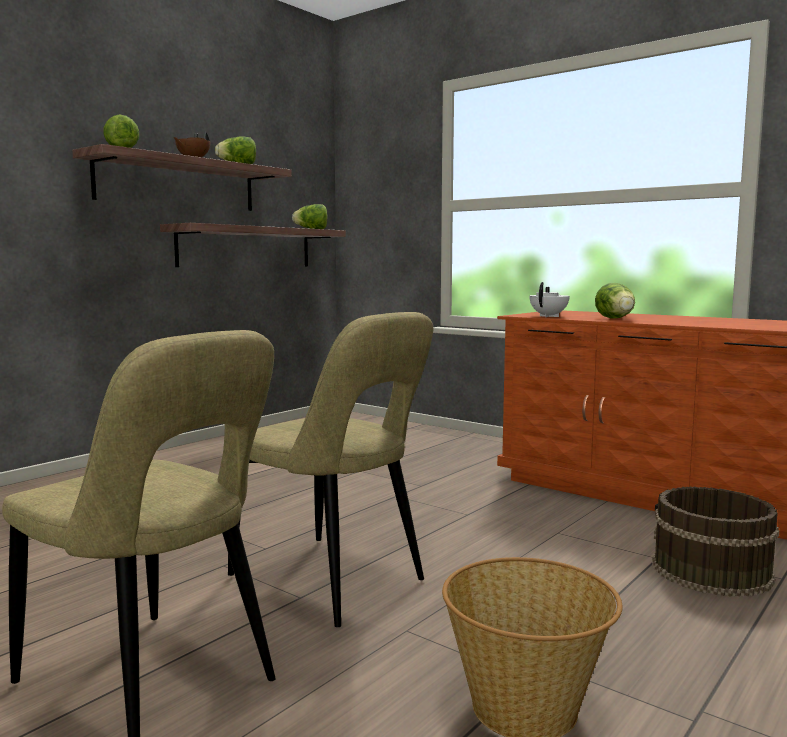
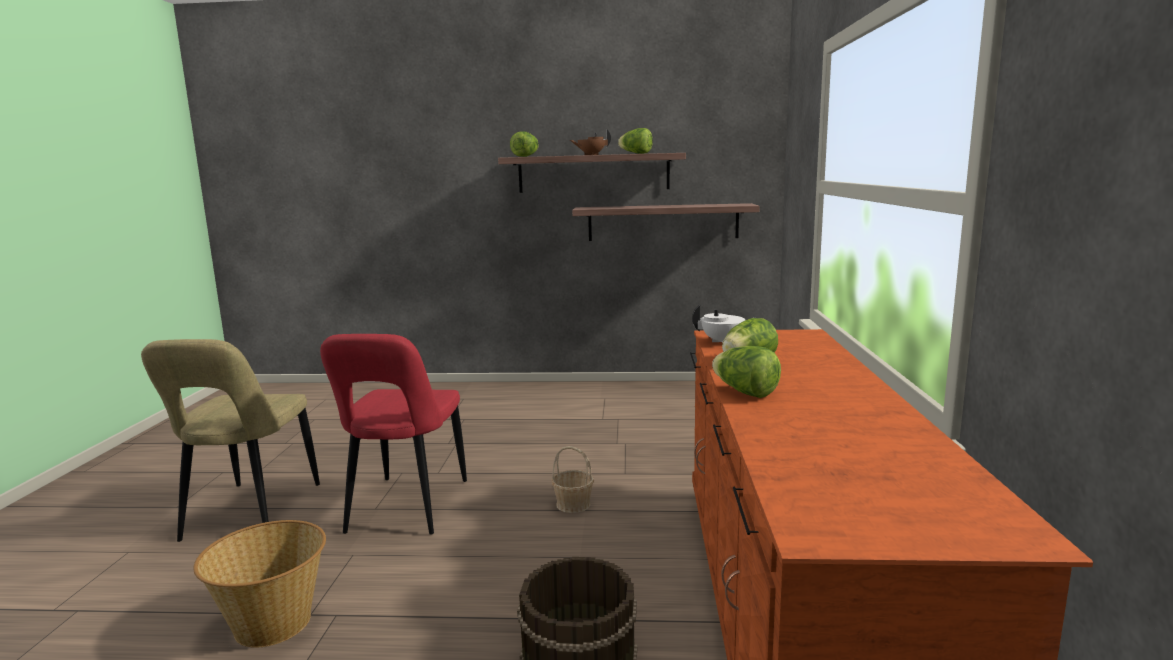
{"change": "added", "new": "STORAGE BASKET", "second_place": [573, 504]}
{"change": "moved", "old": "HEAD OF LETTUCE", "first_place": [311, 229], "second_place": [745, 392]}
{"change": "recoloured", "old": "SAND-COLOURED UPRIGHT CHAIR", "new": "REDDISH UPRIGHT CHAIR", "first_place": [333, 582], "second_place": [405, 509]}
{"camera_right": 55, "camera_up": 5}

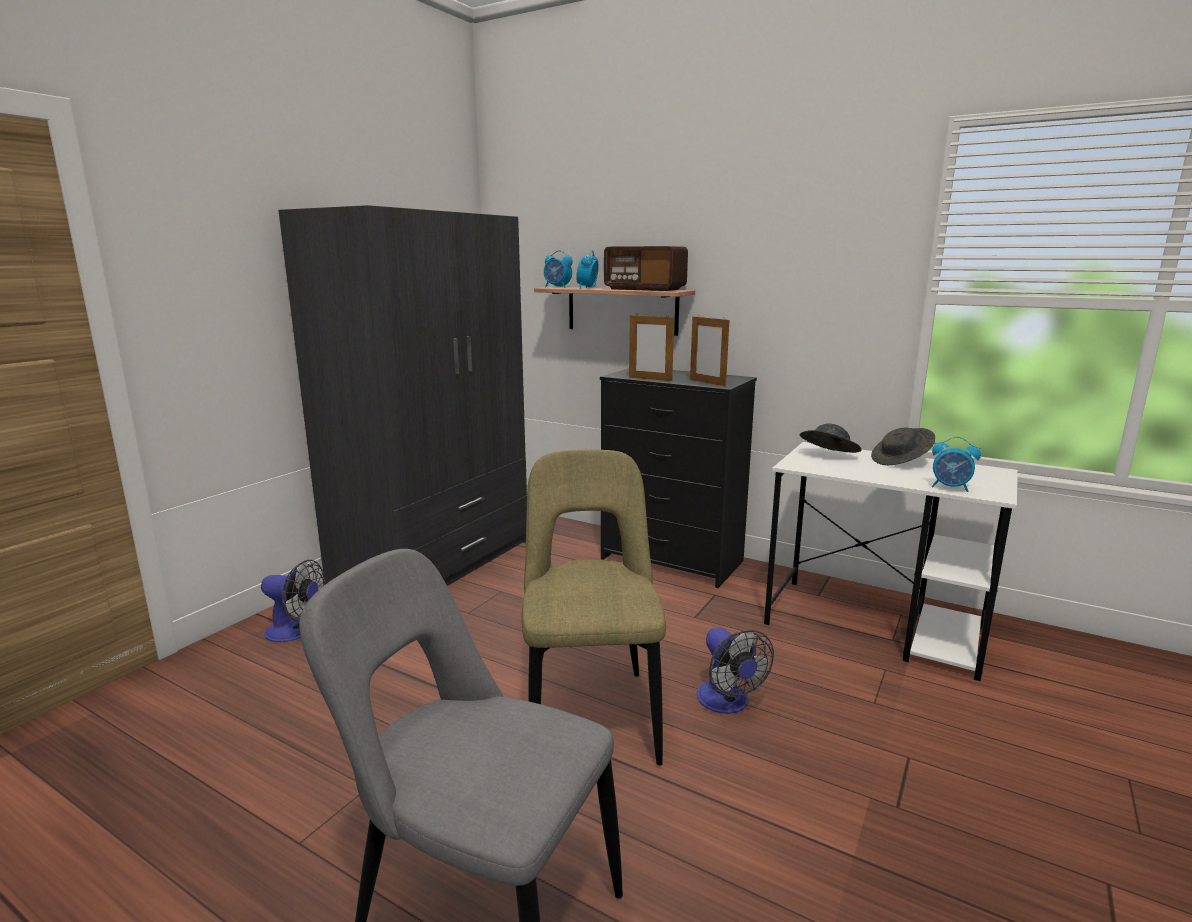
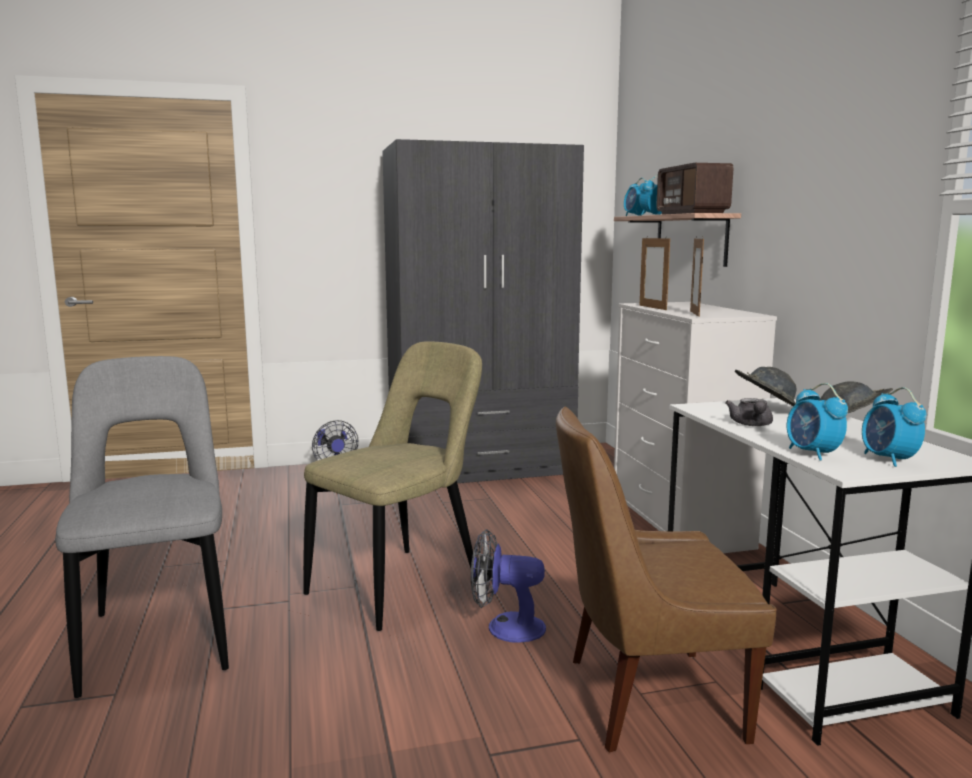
{"change": "added", "new": "BROWN-COLOURED UPRIGHT CHAIR", "second_place": [646, 698]}
{"change": "added", "new": "GREYISH TEA POT", "second_place": [751, 425]}
{"change": "added", "new": "BEDSIDE CLOCK", "second_place": [888, 460]}
{"change": "recoloured", "old": "BLACKISH CHEST OF DRAWERS", "new": "WHITE CHEST OF DRAWERS", "first_place": [673, 560], "second_place": [680, 525]}
{"change": "turned", "old": "FAN", "first_place": [727, 703], "second_place": [505, 627], "degrees": 75}
{"camera_right": 45, "camera_up": -5}

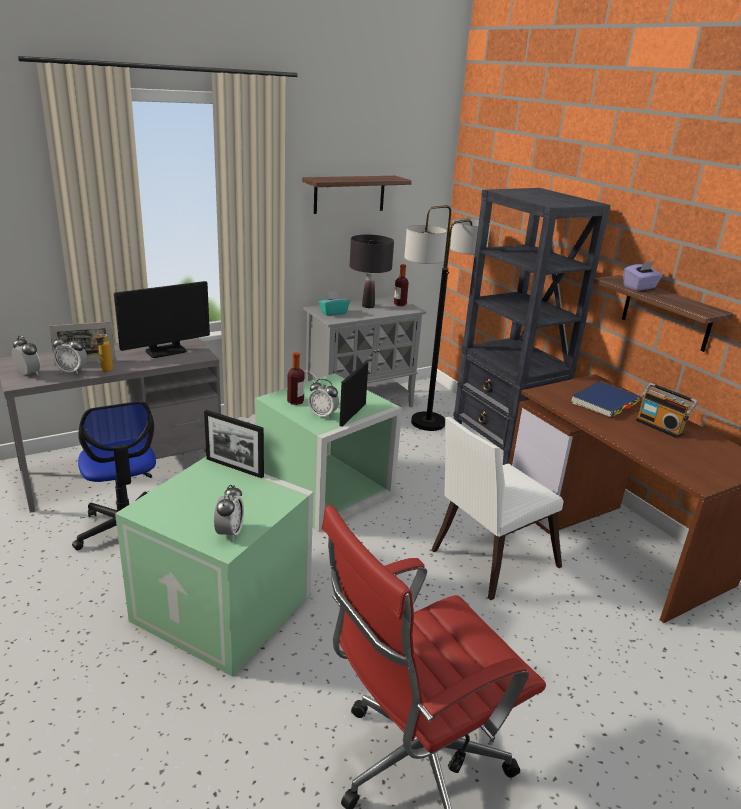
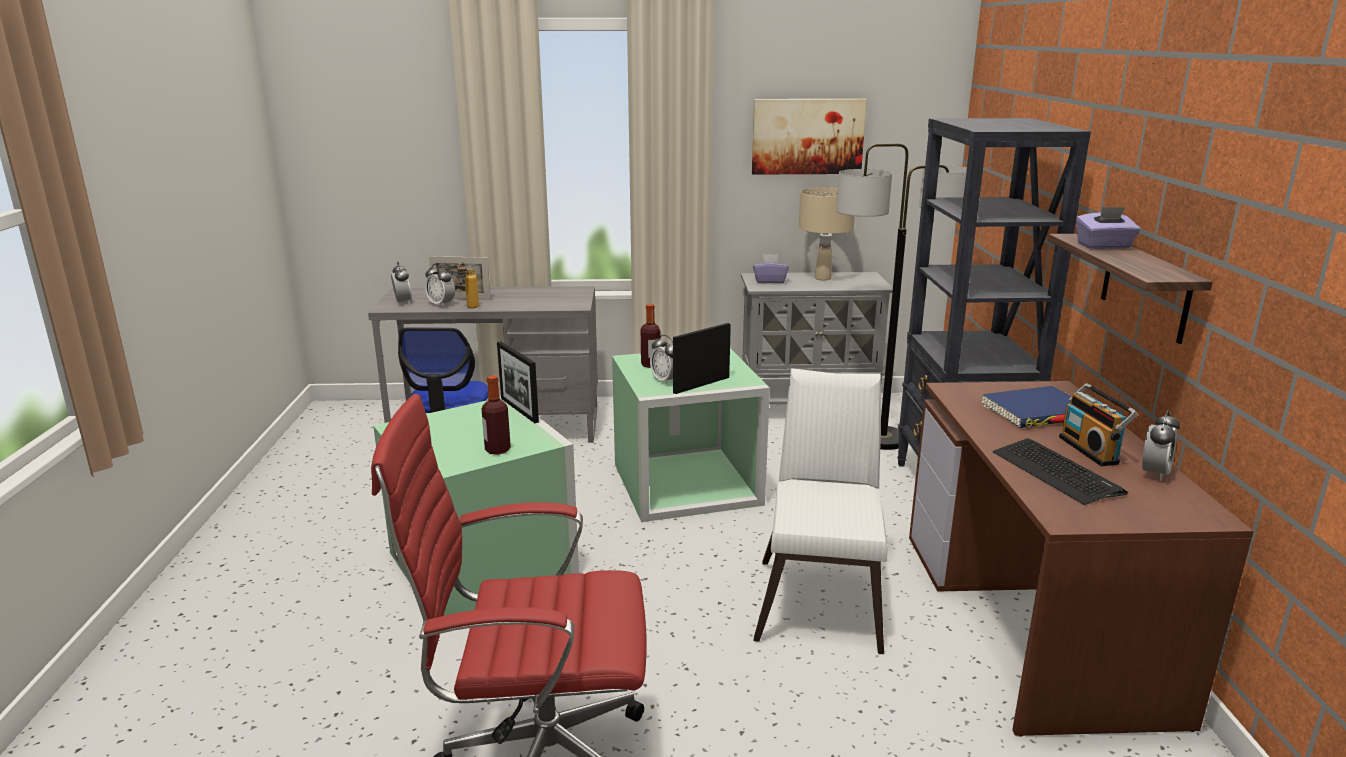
{"change": "removed", "old": "MONITOR", "first_place": [166, 351]}
{"change": "added", "new": "KEYBOARD", "second_place": [1056, 472]}
{"change": "moved", "old": "BEDSIDE CLOCK", "first_place": [229, 533], "second_place": [1154, 473]}
{"change": "moved", "old": "BOTTLE", "first_place": [400, 304], "second_place": [497, 450]}
{"change": "replaced", "old": "SHELF", "new": "WALL ART", "first_place": [349, 194], "second_place": [807, 136]}
{"change": "recoloured", "old": "BLUE-GREEN TISSUE HOLDER", "new": "PURPLISH TISSUE HOLDER", "first_place": [333, 313], "second_place": [769, 281]}
{"change": "recoloured", "old": "BLACKISH TABLETOP LAMP", "new": "SAND-COLOURED TABLETOP LAMP", "first_place": [368, 306], "second_place": [822, 278]}
{"change": "turned", "old": "WHITE UPRIGHT CHAIR", "first_place": [488, 560], "second_place": [821, 598], "degrees": 105}
{"camera_right": 30, "camera_up": -5}

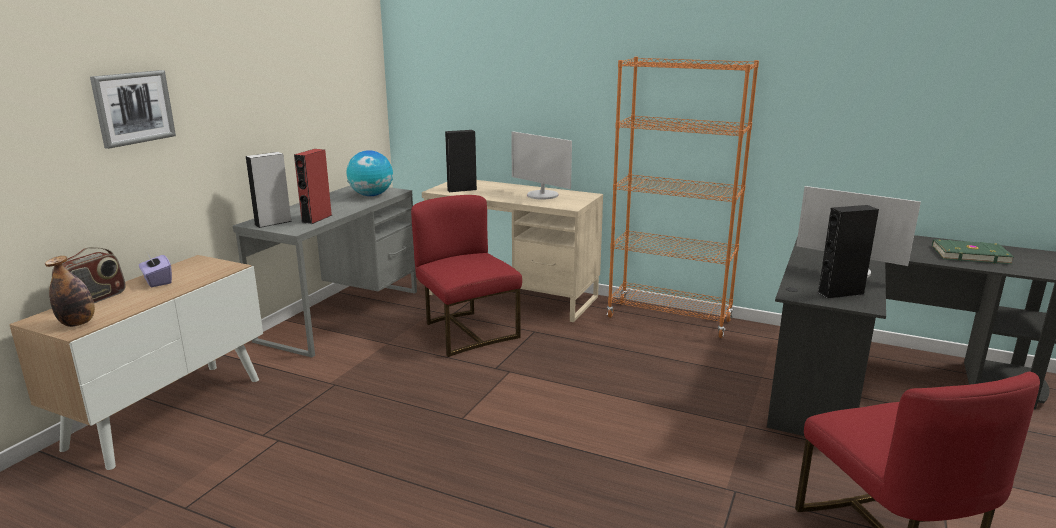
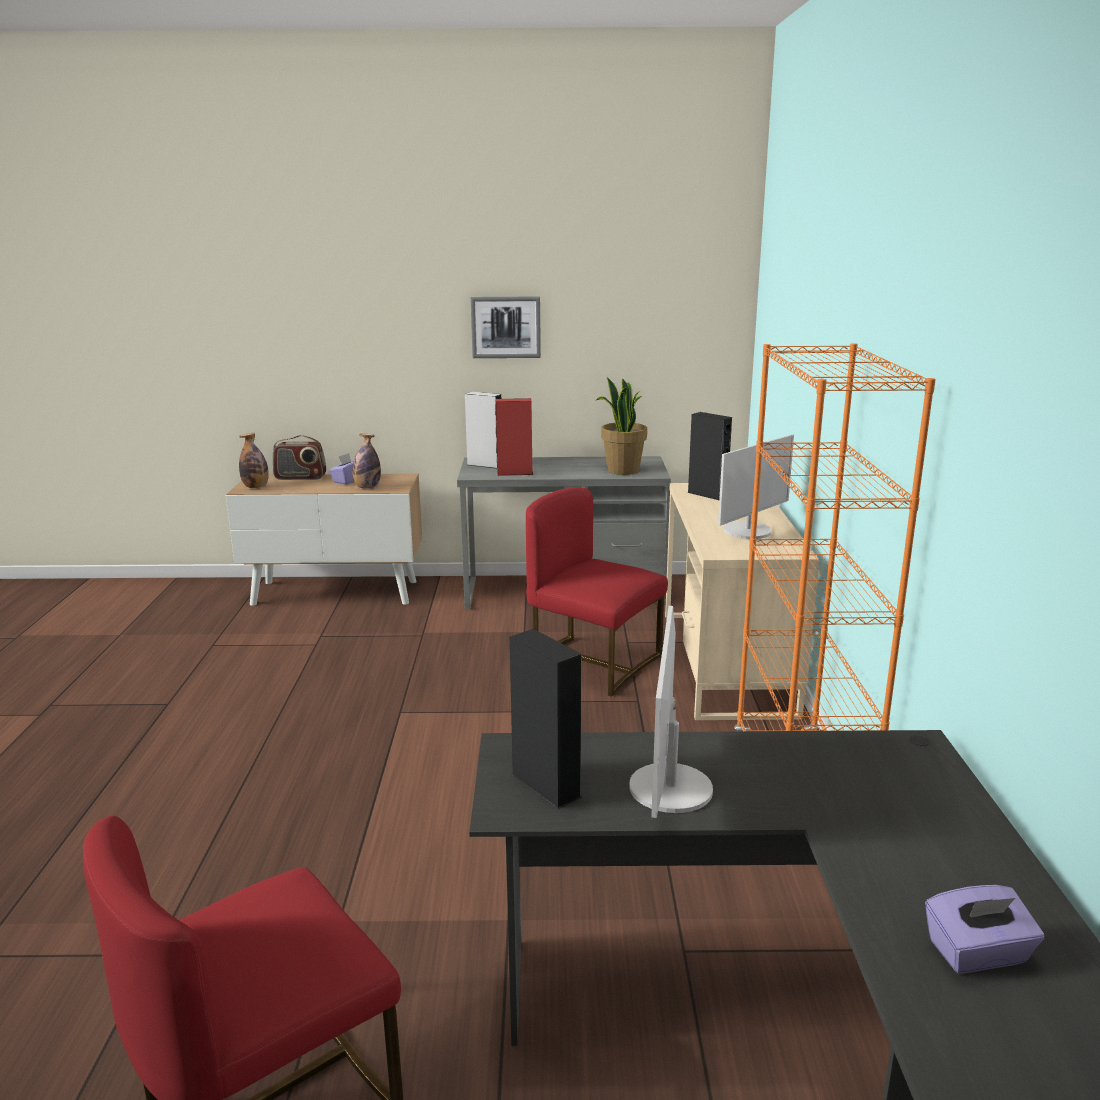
{"change": "added", "new": "BOTTLE", "second_place": [367, 487]}
{"change": "moved", "old": "WALL ART", "first_place": [133, 108], "second_place": [506, 327]}
{"change": "replaced", "old": "DESK GLOBE", "new": "HOUSEPLANT", "first_place": [371, 195], "second_place": [622, 470]}
{"change": "replaced", "old": "GREEN-COLOURED BOOK", "new": "PURPLISH TISSUE HOLDER", "first_place": [969, 254], "second_place": [978, 953]}
{"change": "turned", "old": "REDDISH UPRIGHT CHAIR", "first_place": [467, 331], "second_place": [593, 662], "degrees": -90}
{"change": "turned", "old": "MONITOR", "first_place": [542, 195], "second_place": [748, 531], "degrees": -150}
{"camera_right": 65, "camera_up": 0}

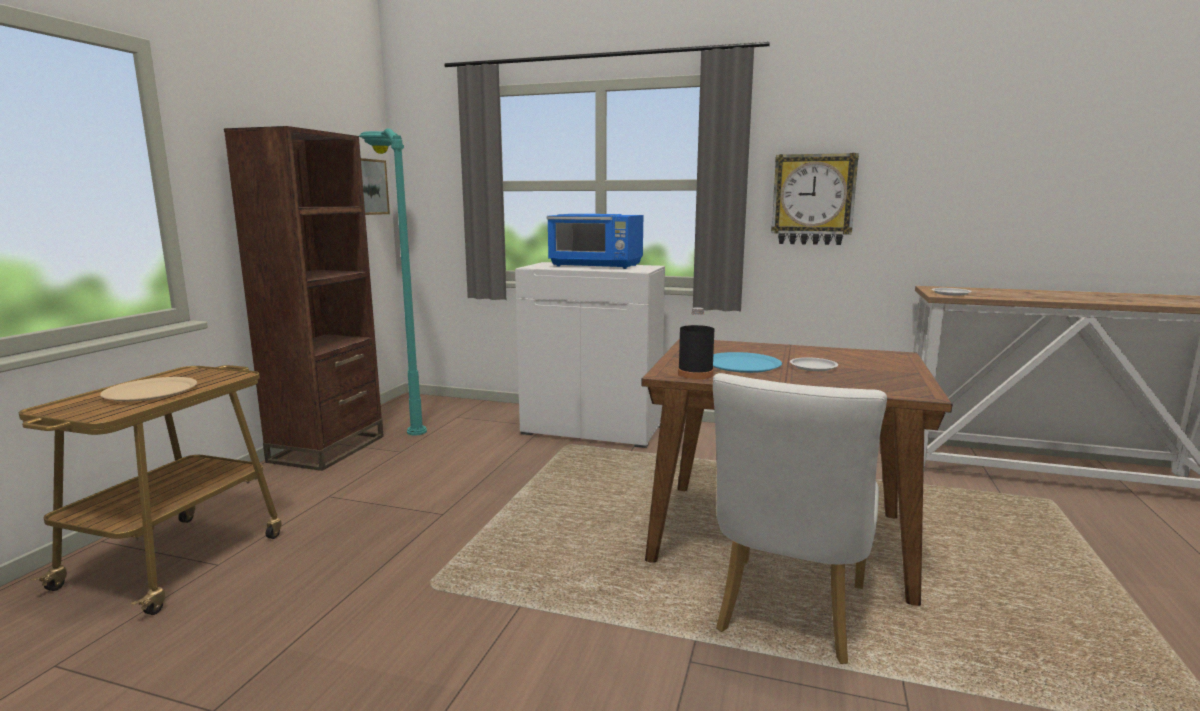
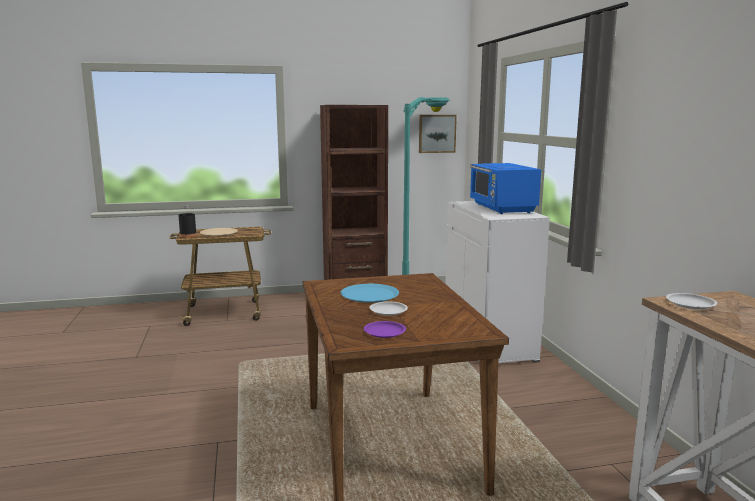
{"change": "removed", "old": "WHITE UPRIGHT CHAIR", "first_place": [787, 615]}
{"change": "removed", "old": "CLOCK ON THE WALL", "first_place": [813, 199]}
{"change": "added", "new": "PURPLISH FLAT DISH", "second_place": [384, 332]}
{"change": "moved", "old": "BLACKISH BOTTLE", "first_place": [695, 374], "second_place": [188, 236]}
{"camera_right": 60, "camera_up": 0}

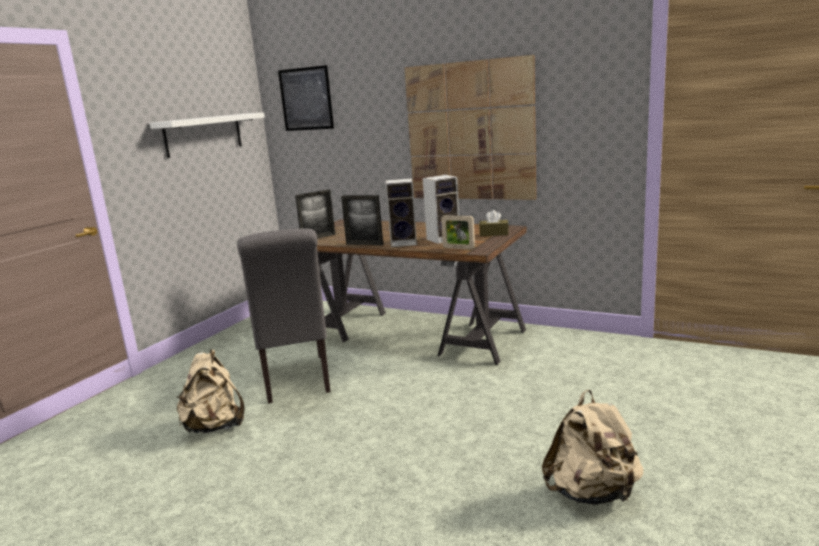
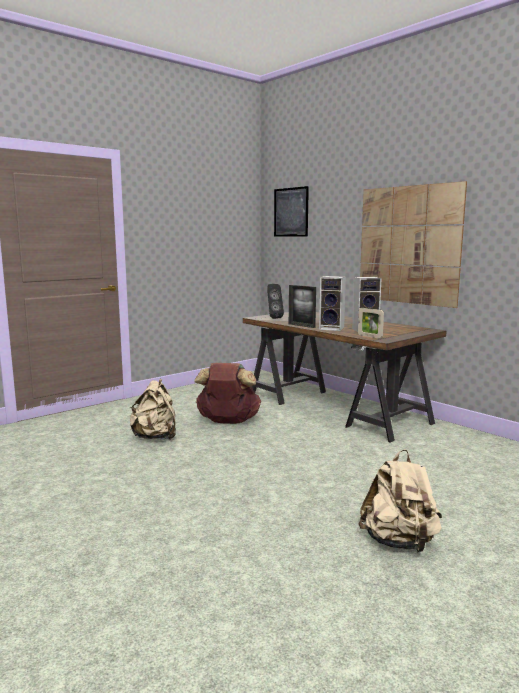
{"change": "removed", "old": "WHITE SHELF", "first_place": [203, 134]}
{"change": "removed", "old": "BROWN-COLOURED TISSUE HOLDER", "first_place": [494, 234]}
{"change": "replaced", "old": "GREYISH UPRIGHT CHAIR", "new": "BROWN-COLOURED RUCKSACK", "first_place": [296, 381], "second_place": [228, 422]}
{"change": "replaced", "old": "STANDING FRAME", "new": "BLACKISH AUDIO SPEAKER", "first_place": [318, 238], "second_place": [273, 318]}
{"camera_right": 20, "camera_up": -5}

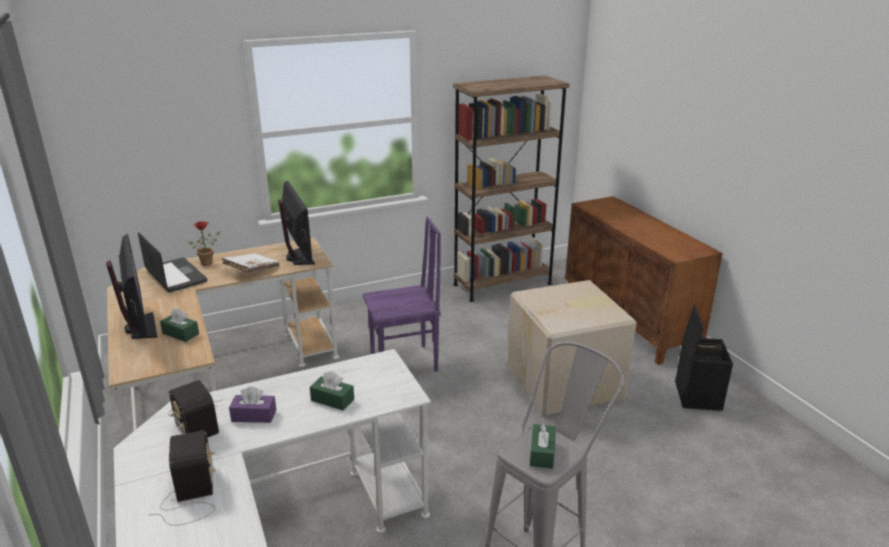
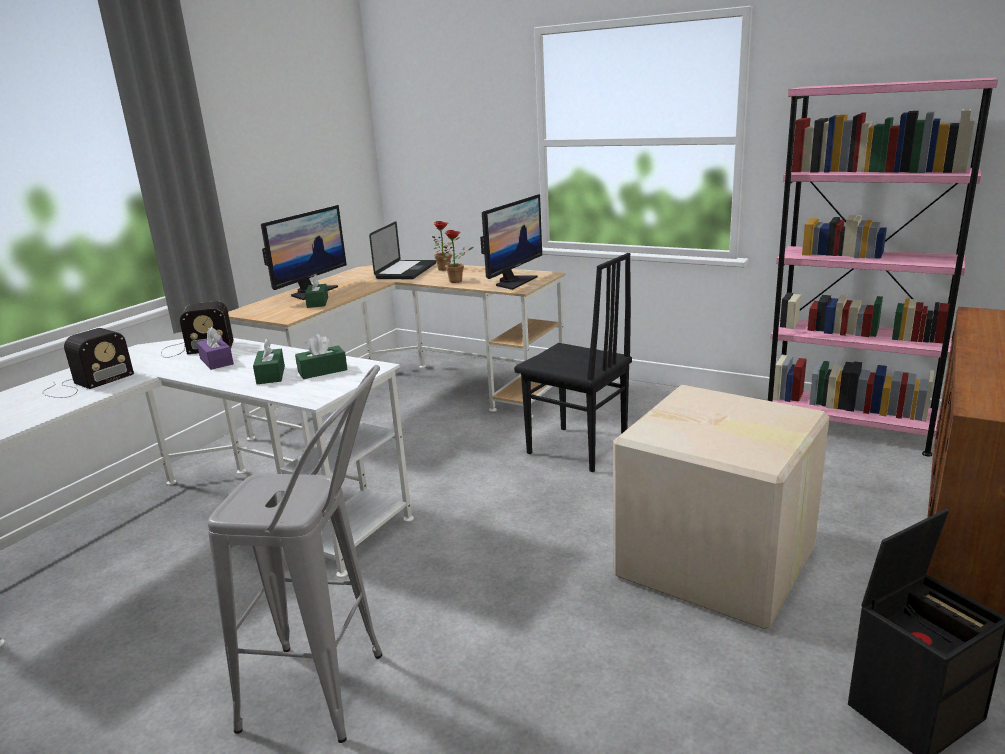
{"change": "moved", "old": "GREEN-COLOURED TISSUE HOLDER", "first_place": [542, 453], "second_place": [322, 371]}
{"change": "replaced", "old": "WHITE BOOK", "new": "HOUSEPLANT", "first_place": [252, 270], "second_place": [458, 281]}
{"change": "recoloured", "old": "PURPLISH UPRIGHT CHAIR", "new": "BLACKISH UPRIGHT CHAIR", "first_place": [405, 363], "second_place": [577, 450]}
{"change": "recoloured", "old": "BROWN-COLOURED BOOKCASE", "new": "PINKISH BOOKCASE", "first_place": [502, 284], "second_place": [847, 428]}
{"change": "turned", "old": "RADIO RECEIVER", "first_place": [195, 418], "second_place": [195, 348], "degrees": -120}
{"camera_right": 55, "camera_up": -5}

